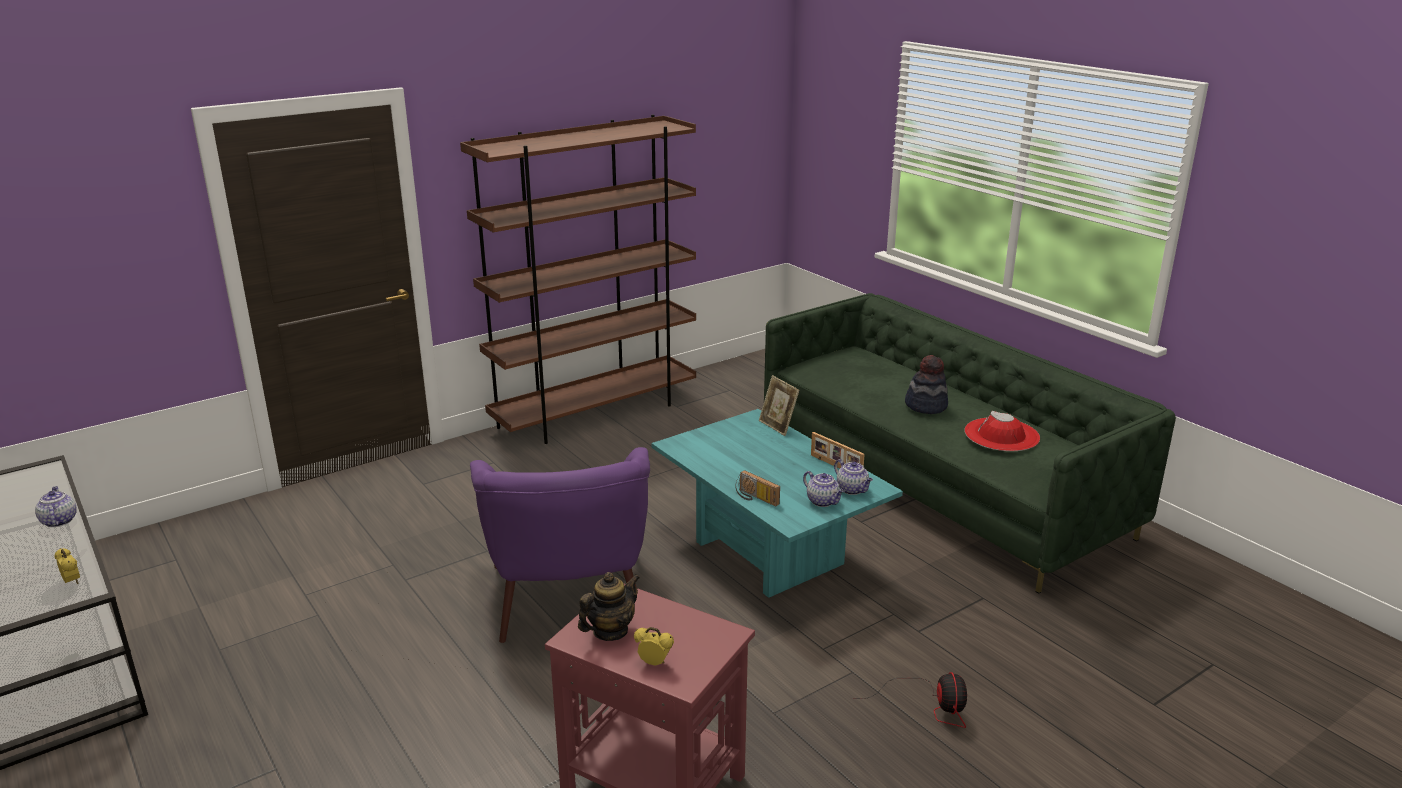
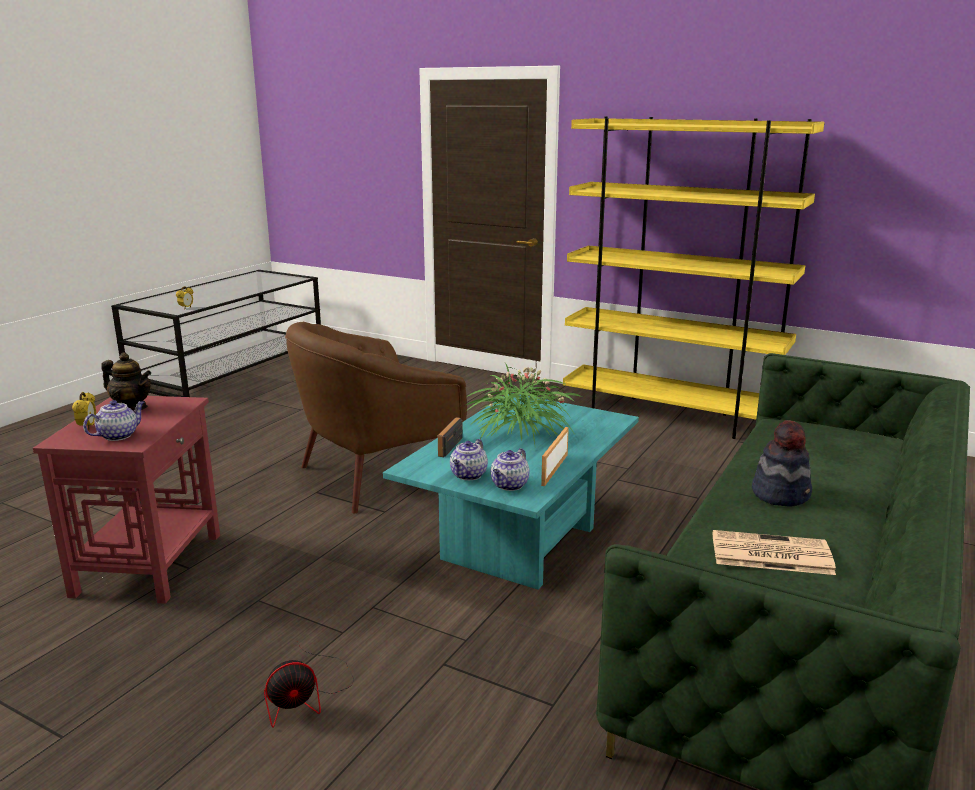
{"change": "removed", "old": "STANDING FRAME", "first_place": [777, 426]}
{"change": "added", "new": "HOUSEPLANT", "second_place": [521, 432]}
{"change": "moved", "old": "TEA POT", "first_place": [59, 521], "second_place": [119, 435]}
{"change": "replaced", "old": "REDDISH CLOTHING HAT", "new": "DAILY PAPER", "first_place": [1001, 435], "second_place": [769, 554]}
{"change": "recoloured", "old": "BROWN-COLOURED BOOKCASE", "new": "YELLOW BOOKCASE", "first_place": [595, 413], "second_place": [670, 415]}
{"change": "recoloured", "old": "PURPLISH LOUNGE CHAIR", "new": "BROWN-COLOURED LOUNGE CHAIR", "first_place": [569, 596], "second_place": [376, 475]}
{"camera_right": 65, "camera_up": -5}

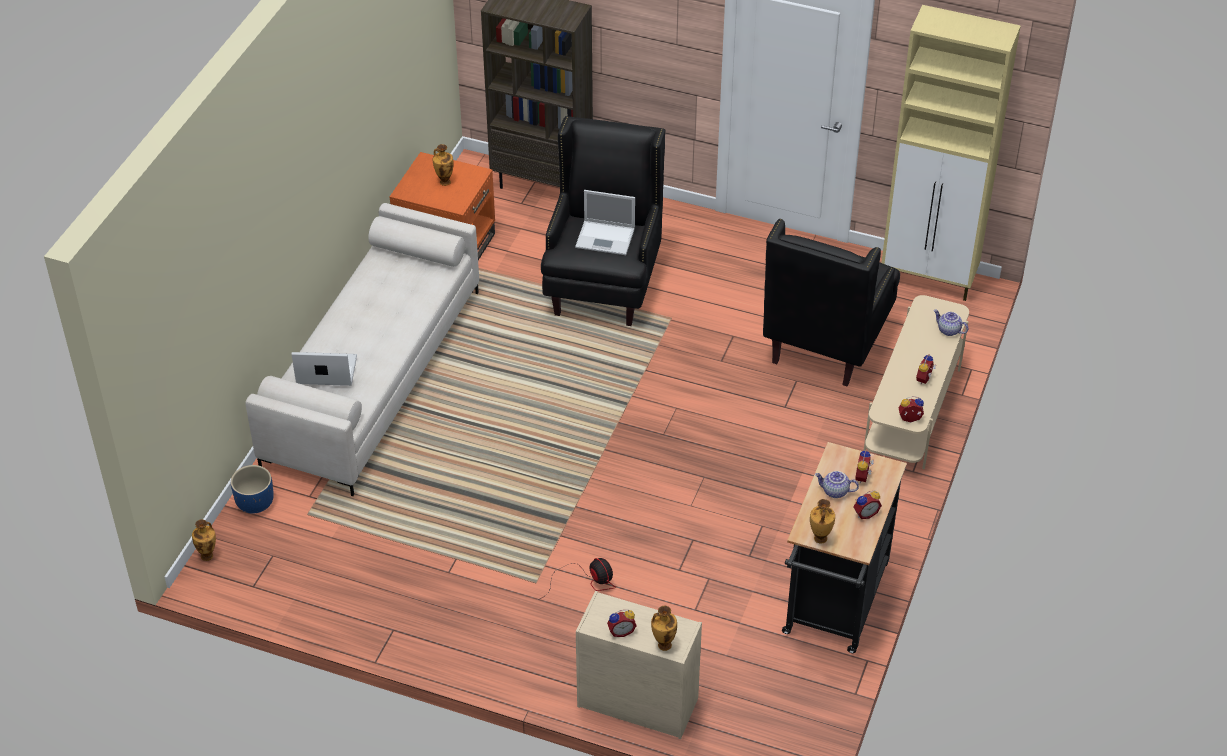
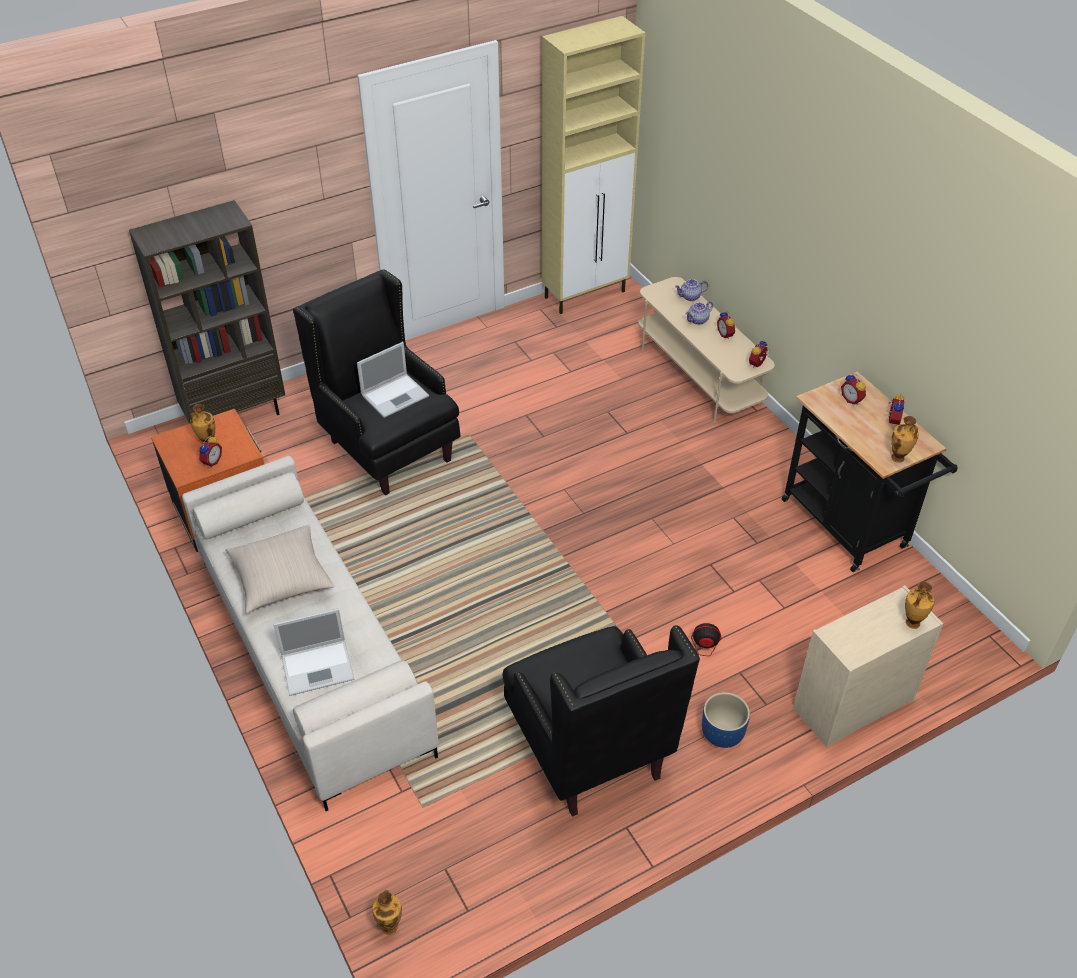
{"change": "added", "new": "SAND-COLOURED THROW PILLOW", "second_place": [281, 579]}
{"change": "moved", "old": "BLUE PLANTER", "first_place": [255, 503], "second_place": [721, 733]}
{"change": "moved", "old": "BEDSIDE CLOCK", "first_place": [621, 631], "second_place": [211, 461]}
{"change": "moved", "old": "BLACKISH LOUNGE CHAIR", "first_place": [826, 343], "second_place": [589, 750]}
{"change": "moved", "old": "TEA POT", "first_place": [835, 492], "second_place": [698, 320]}
{"change": "turned", "old": "LAPTOP", "first_place": [325, 371], "second_place": [319, 666], "degrees": -150}
{"camera_right": -50, "camera_up": 0}

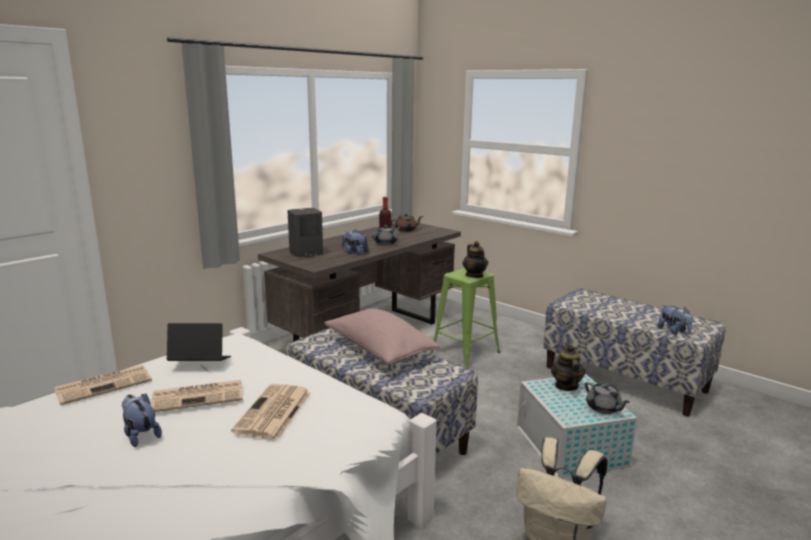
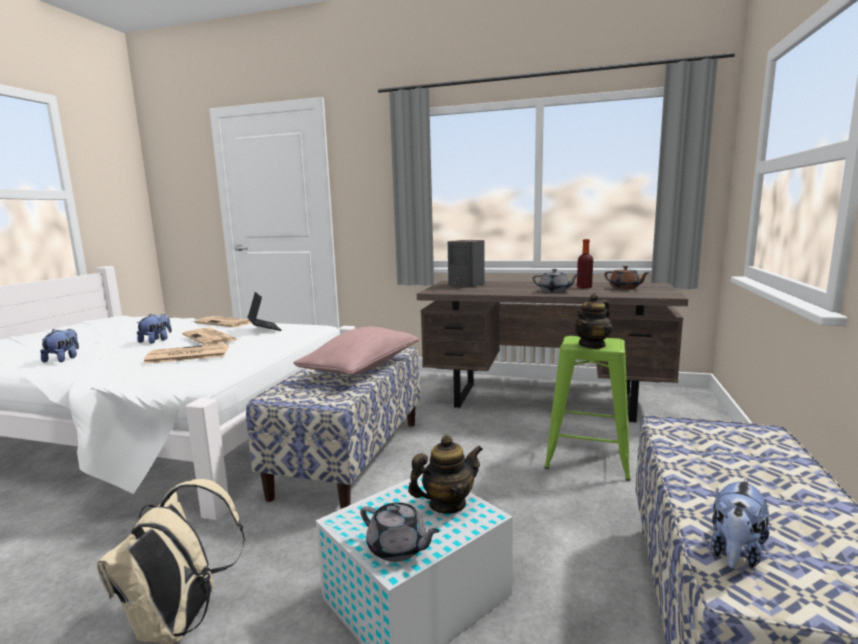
{"change": "moved", "old": "CUDDLY TOY", "first_place": [354, 253], "second_place": [63, 359]}
{"change": "turned", "old": "GREYISH TEA POT", "first_place": [603, 408], "second_place": [398, 548], "degrees": -90}
{"camera_right": 65, "camera_up": -5}

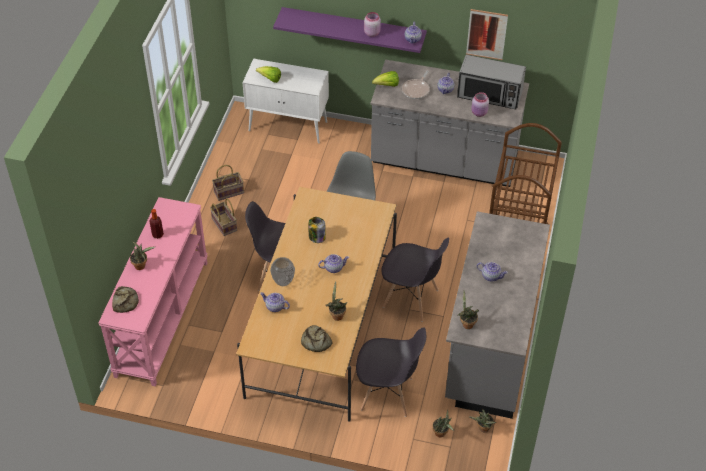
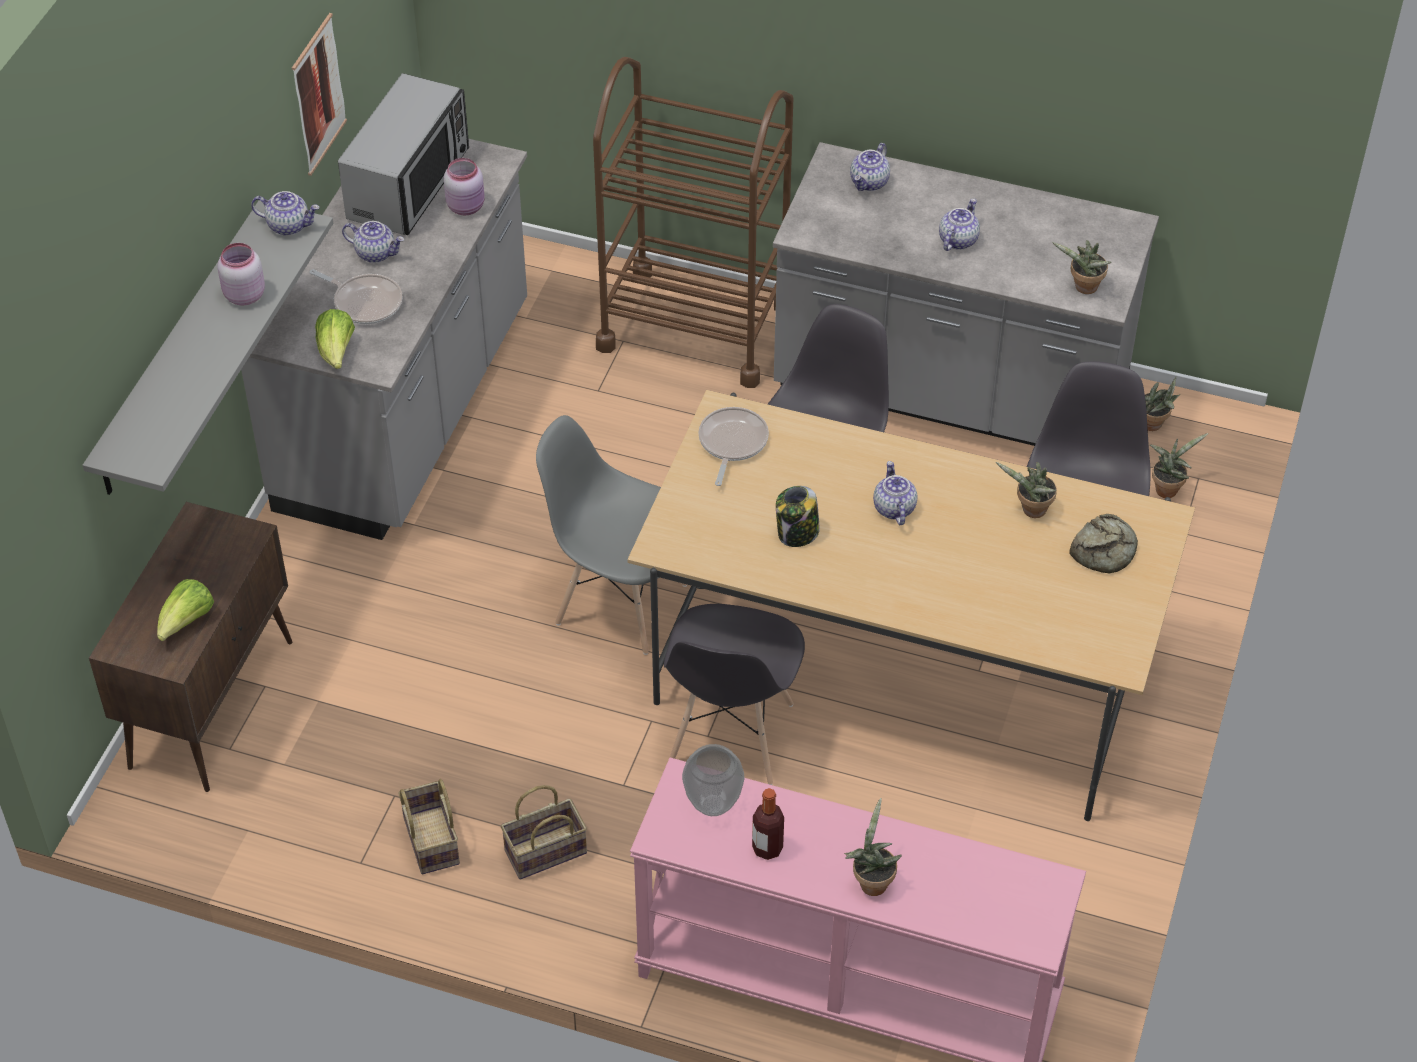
{"change": "removed", "old": "BAKERY BREAD", "first_place": [125, 301]}
{"change": "added", "new": "PAN", "second_place": [731, 443]}
{"change": "moved", "old": "TEA POT", "first_place": [275, 307], "second_place": [869, 182]}
{"change": "moved", "old": "FLOWER VASE", "first_place": [283, 282], "second_place": [713, 804]}
{"change": "recoloured", "old": "WHITE STORAGE CABINET", "new": "BROWN-COLOURED STORAGE CABINET", "first_place": [289, 126], "second_place": [212, 702]}
{"change": "recoloured", "old": "PURPLISH SHELF", "new": "GREYISH SHELF", "first_place": [353, 28], "second_place": [179, 350]}
{"camera_right": -85, "camera_up": 0}

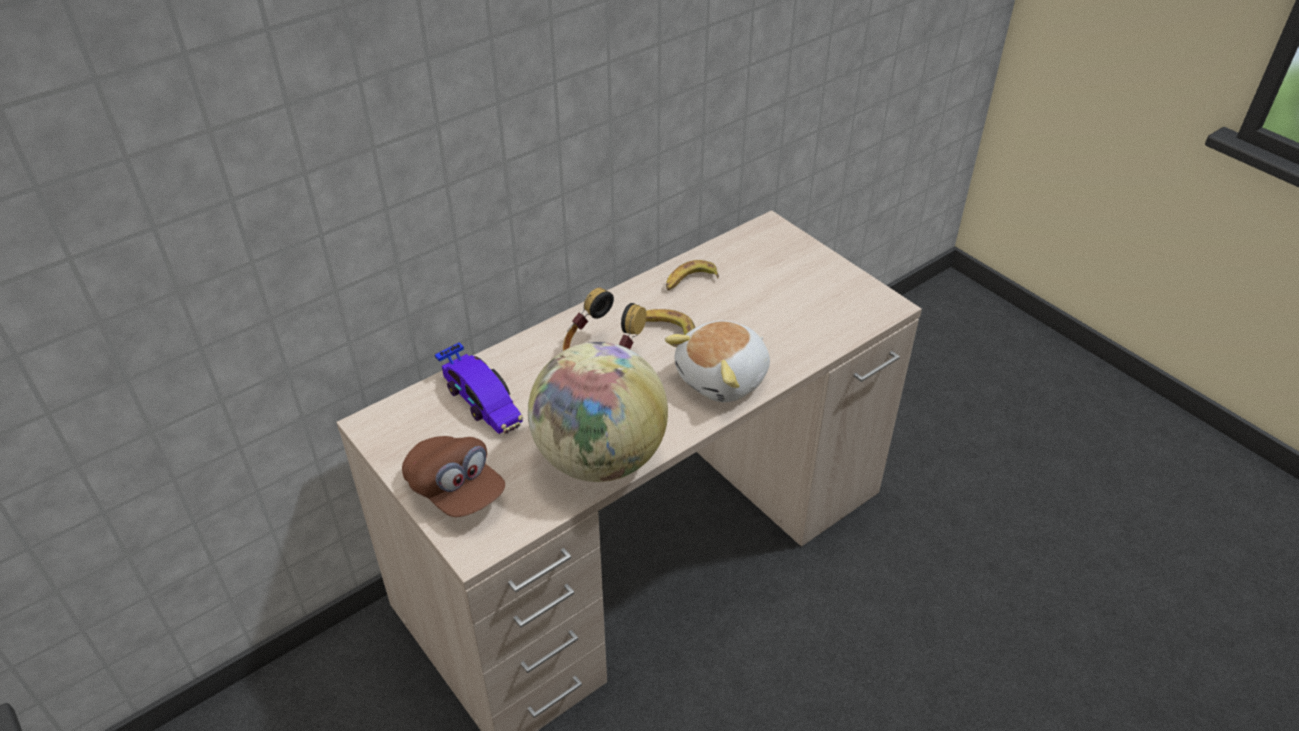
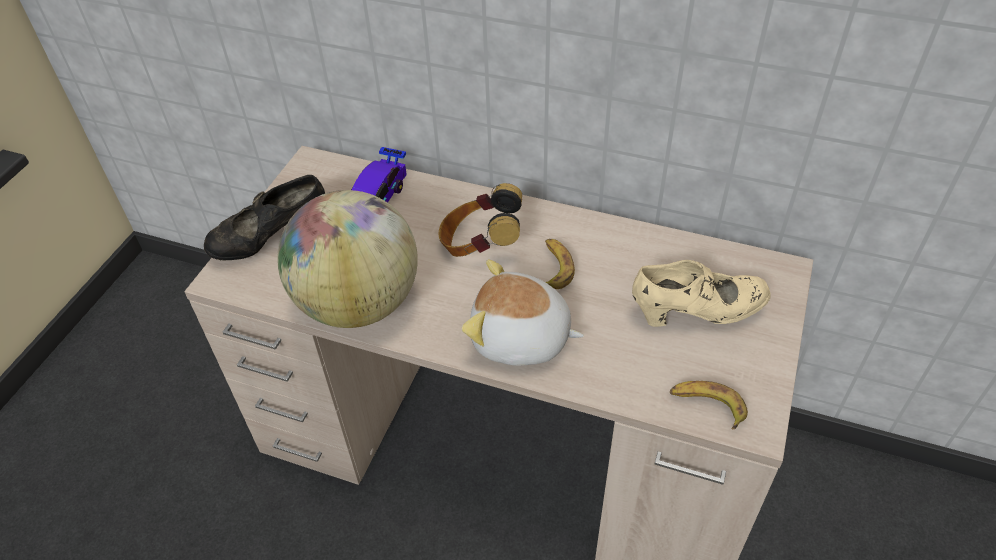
{"change": "added", "new": "SAND-COLOURED ITEM OF FOOTWEAR", "second_place": [697, 313]}
{"change": "moved", "old": "BANANA", "first_place": [690, 281], "second_place": [707, 406]}
{"change": "replaced", "old": "BROWN-COLOURED BASEBALL CAP", "new": "BLACKISH ITEM OF FOOTWEAR", "first_place": [456, 490], "second_place": [271, 239]}
{"camera_right": 60, "camera_up": 5}

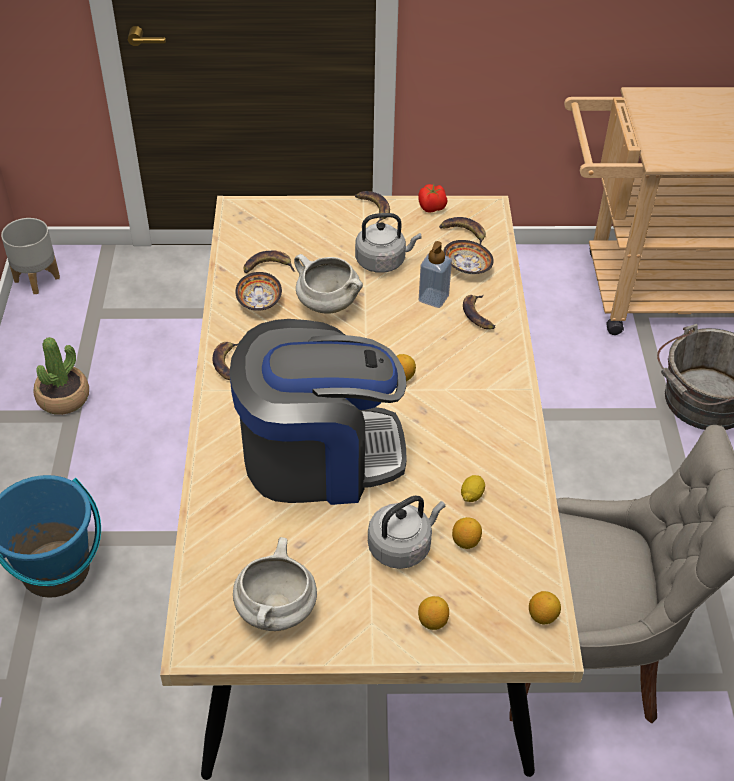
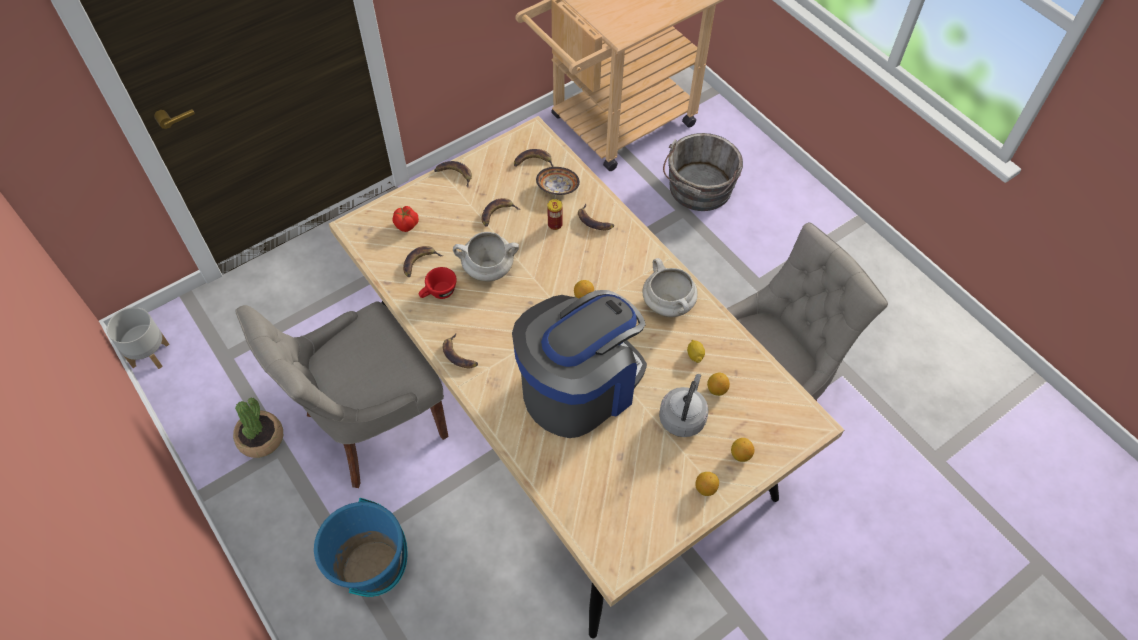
{"change": "added", "new": "GREYISH UPRIGHT CHAIR", "second_place": [372, 425]}
{"change": "moved", "old": "WHITE SAUCEPOT", "first_place": [277, 611], "second_place": [669, 304]}
{"change": "moved", "old": "TOMATO", "first_place": [432, 208], "second_place": [407, 225]}
{"change": "moved", "old": "CITRUS FRUIT", "first_place": [542, 616], "second_place": [705, 488]}
{"change": "replaced", "old": "SERVING BOWL", "new": "REDDISH SMALL CUP", "first_place": [260, 301], "second_place": [438, 293]}
{"change": "replaced", "old": "GREYISH KETTLE", "new": "BANANA", "first_place": [383, 261], "second_place": [497, 214]}
{"change": "replaced", "old": "SOAP BOTTLE", "new": "METAL CAN", "first_place": [433, 298], "second_place": [555, 224]}
{"camera_right": -35, "camera_up": 10}

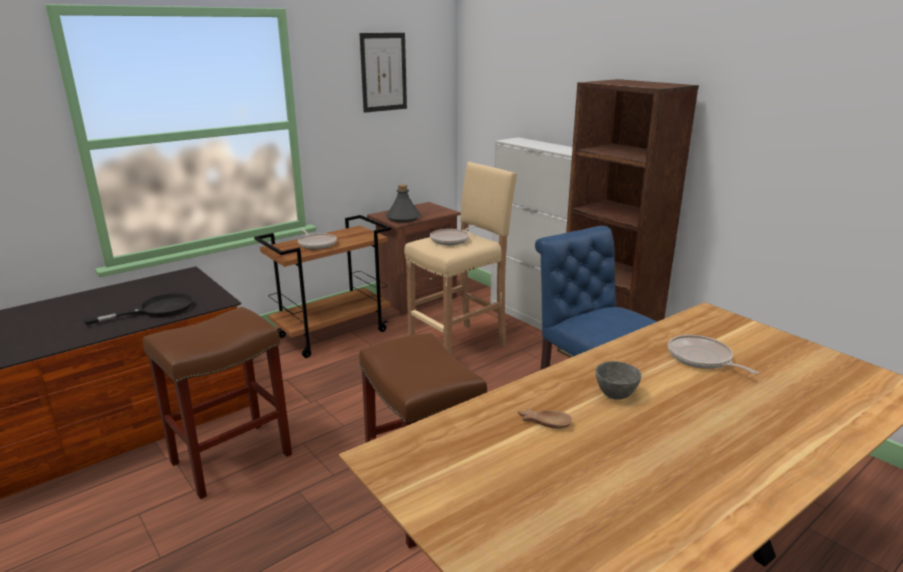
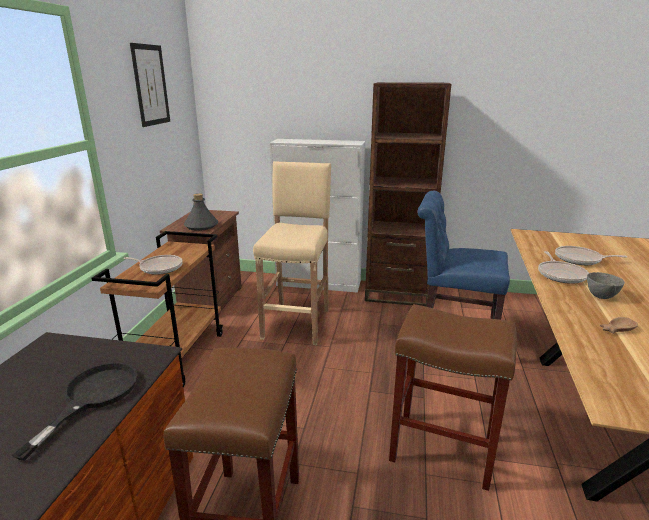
{"change": "moved", "old": "PAN", "first_place": [451, 240], "second_place": [560, 274]}
{"camera_right": -40, "camera_up": 0}

